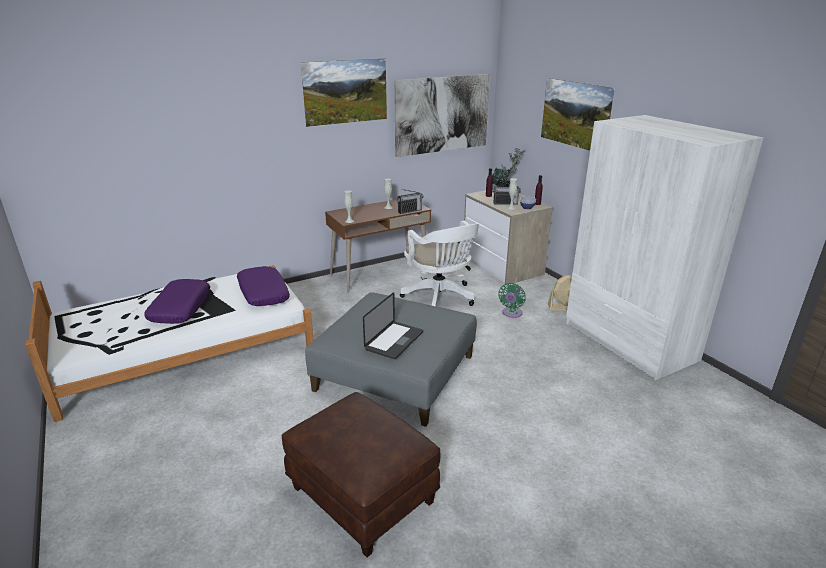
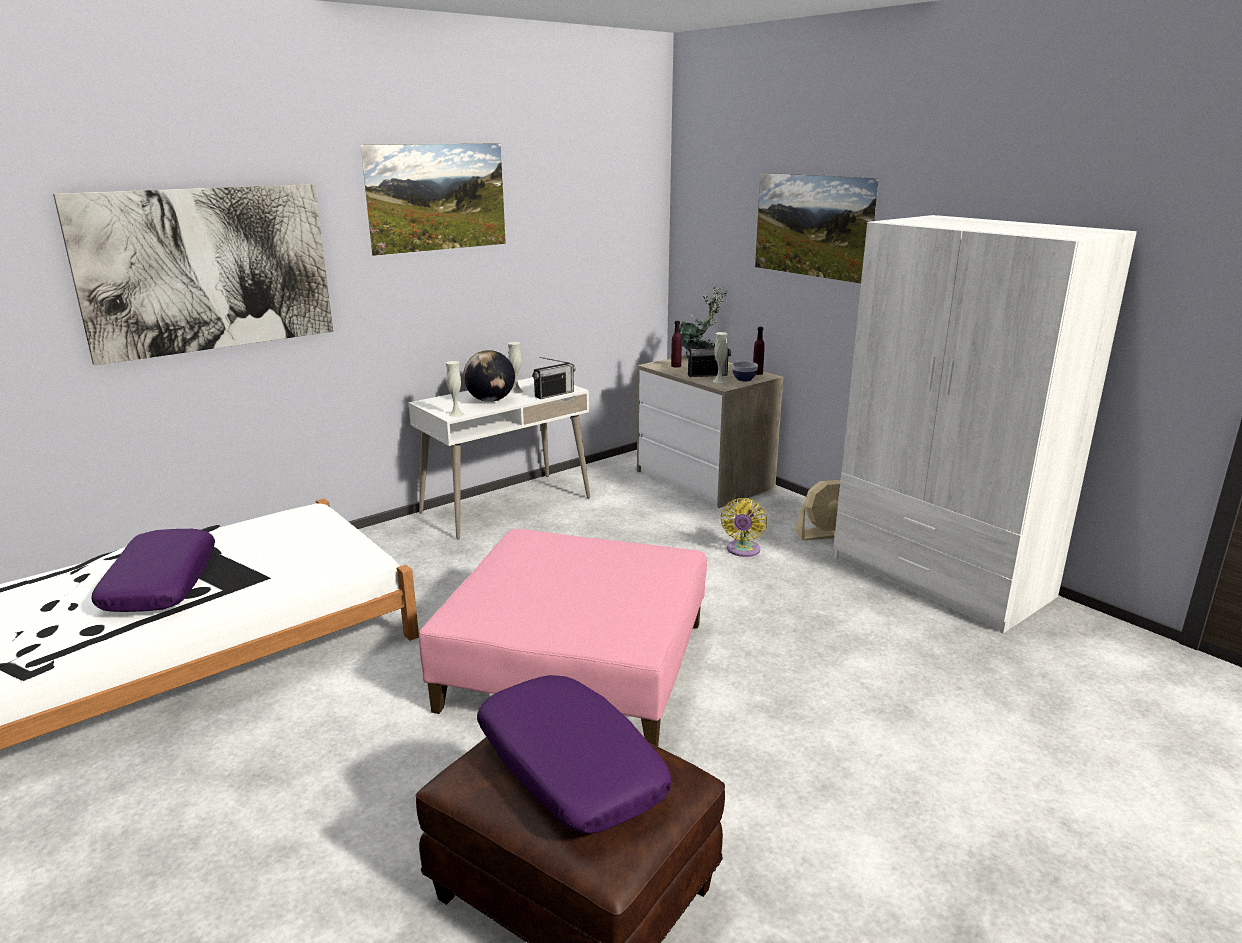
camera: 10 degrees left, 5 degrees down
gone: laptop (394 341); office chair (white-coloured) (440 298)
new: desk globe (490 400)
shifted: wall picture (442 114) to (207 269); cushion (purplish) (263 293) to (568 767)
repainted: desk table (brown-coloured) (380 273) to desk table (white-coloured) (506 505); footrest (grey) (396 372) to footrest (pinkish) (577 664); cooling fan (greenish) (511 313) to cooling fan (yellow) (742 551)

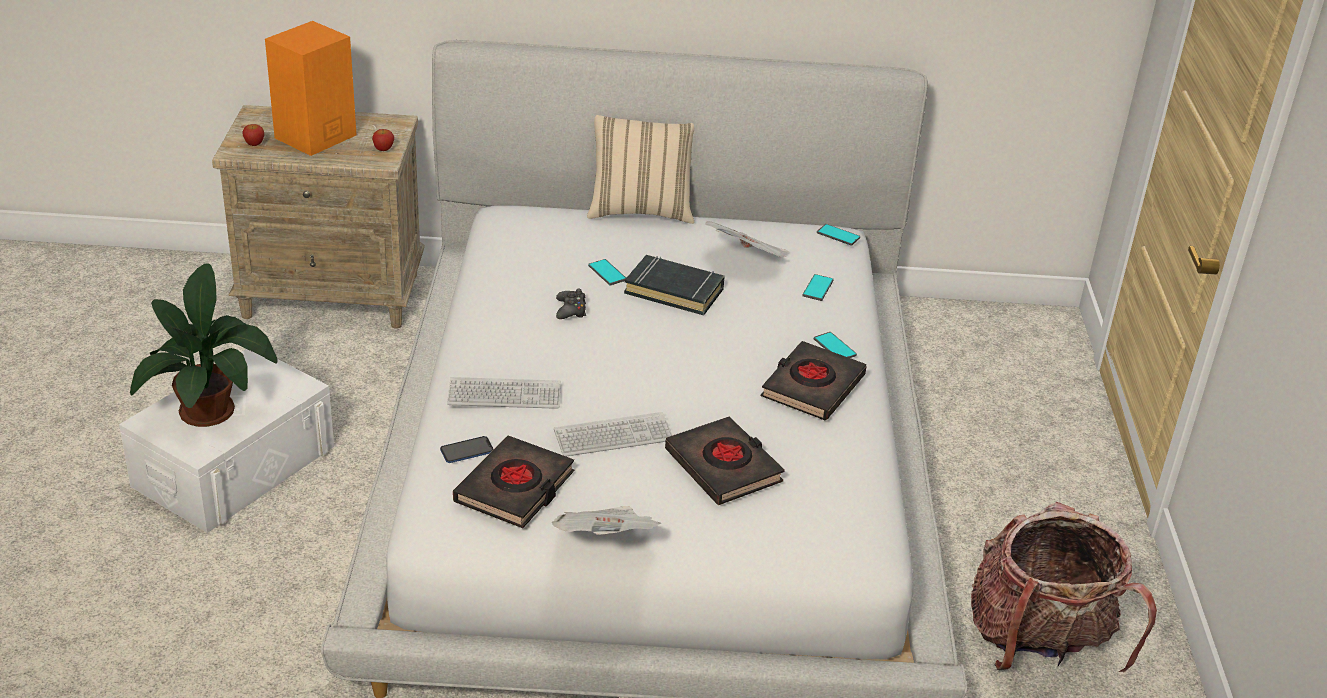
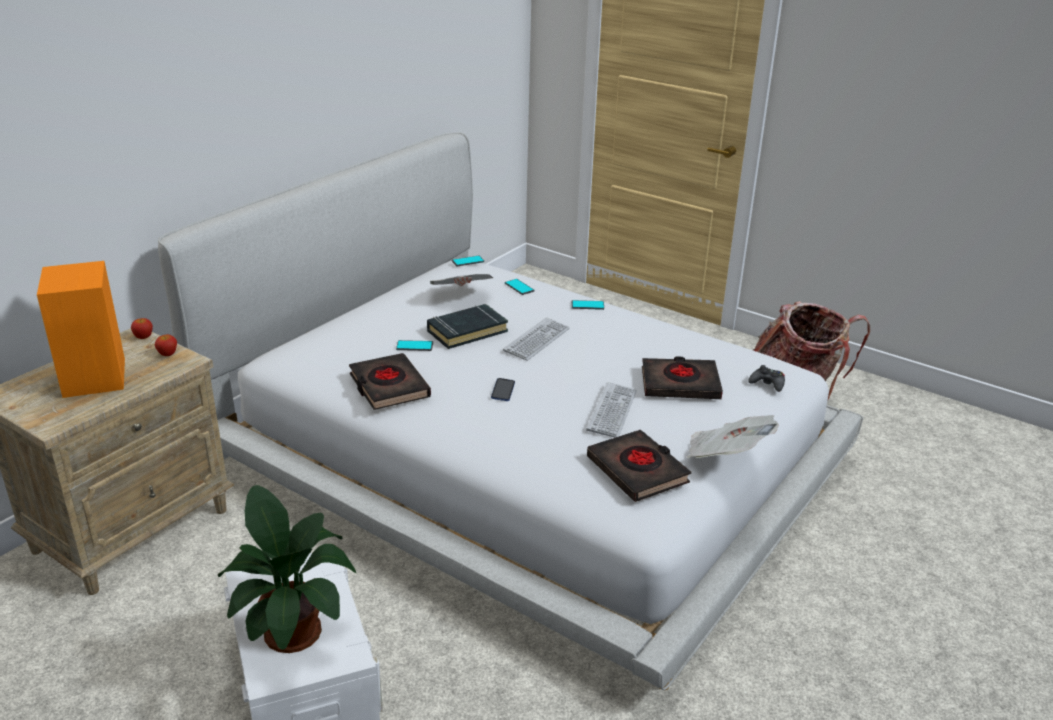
camera: 55 degrees left, 5 degrees down
gone: cushion (beige-coloured) (640 211)
shifted: apple (254 144) to (143 337); bound book (blackish) (812 387) to (389 386); phone (467 451) to (503 390); PC keyboard (504 395) to (536 340); joypad (blackish) (571 310) to (767 383)

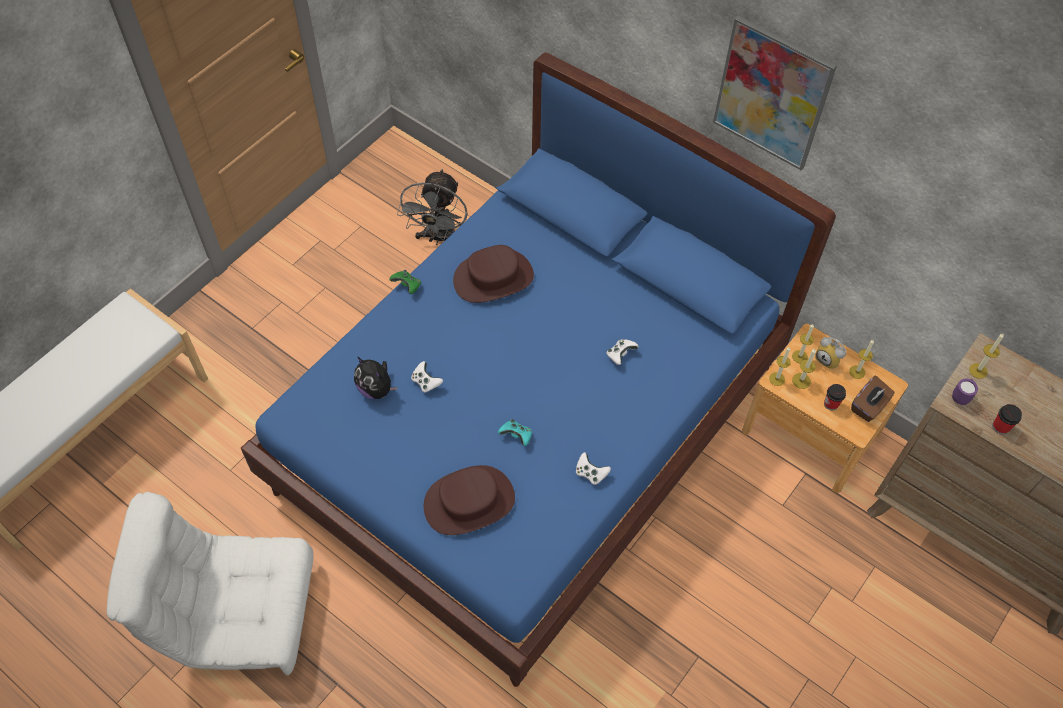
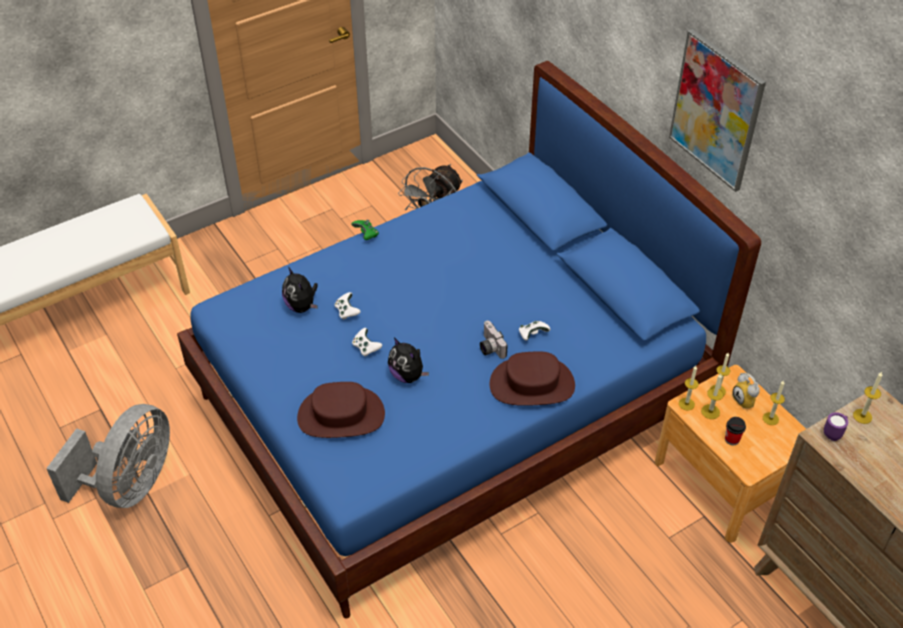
camera: 20 degrees right, 10 degrees down
gone: box of tissues (brown-coloured) (868 406); cup (1000 427)
new: still camera (489 347)
shifted: joypad (white-coloured) (590 473) to (366 348); clothing hat (brown-coloured) (493 278) to (532 385)
swapped: easy chair (white-coloured) (238 615) to cooling fan (grey) (130 484); joypad (turquoise) (516 436) to soft toy (408 375)

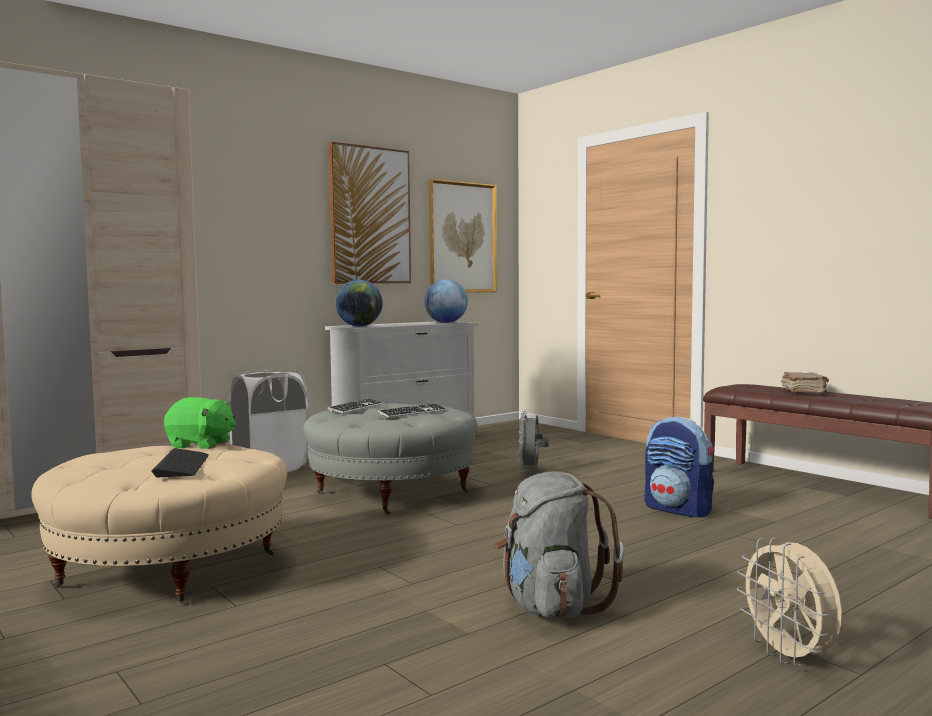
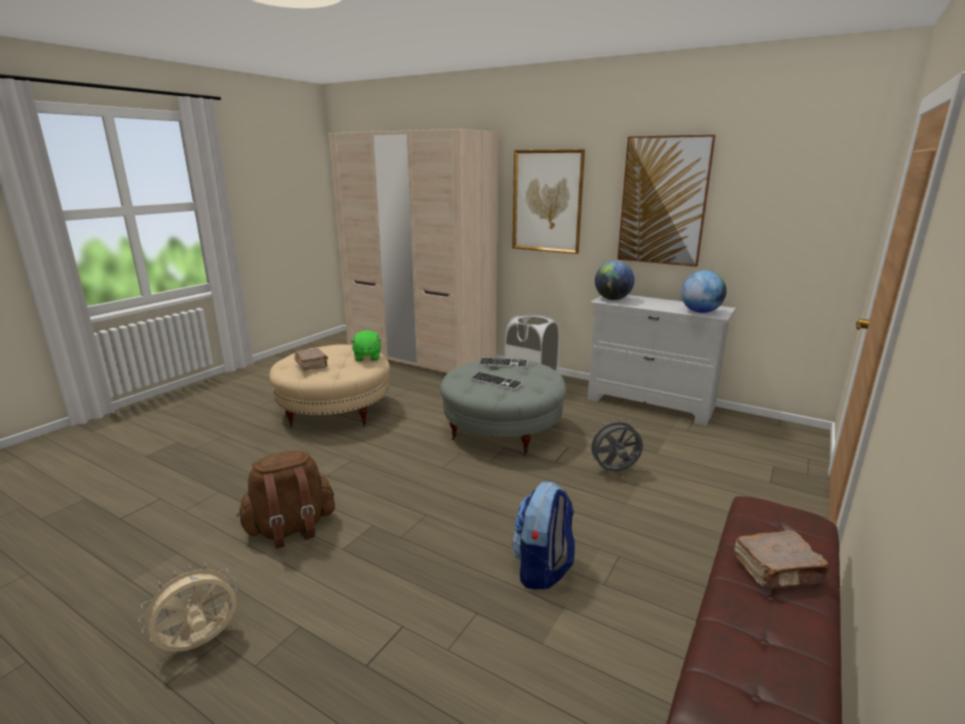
camera: 70 degrees right, 15 degrees up
shifted: wall picture (462 237) to (547 201)
swapped: PC keyboard (182 465) to bound book (brown-coloured) (312 365)
repainted: knapsack (grey) (551 607) to knapsack (brown-coloured) (291 529)

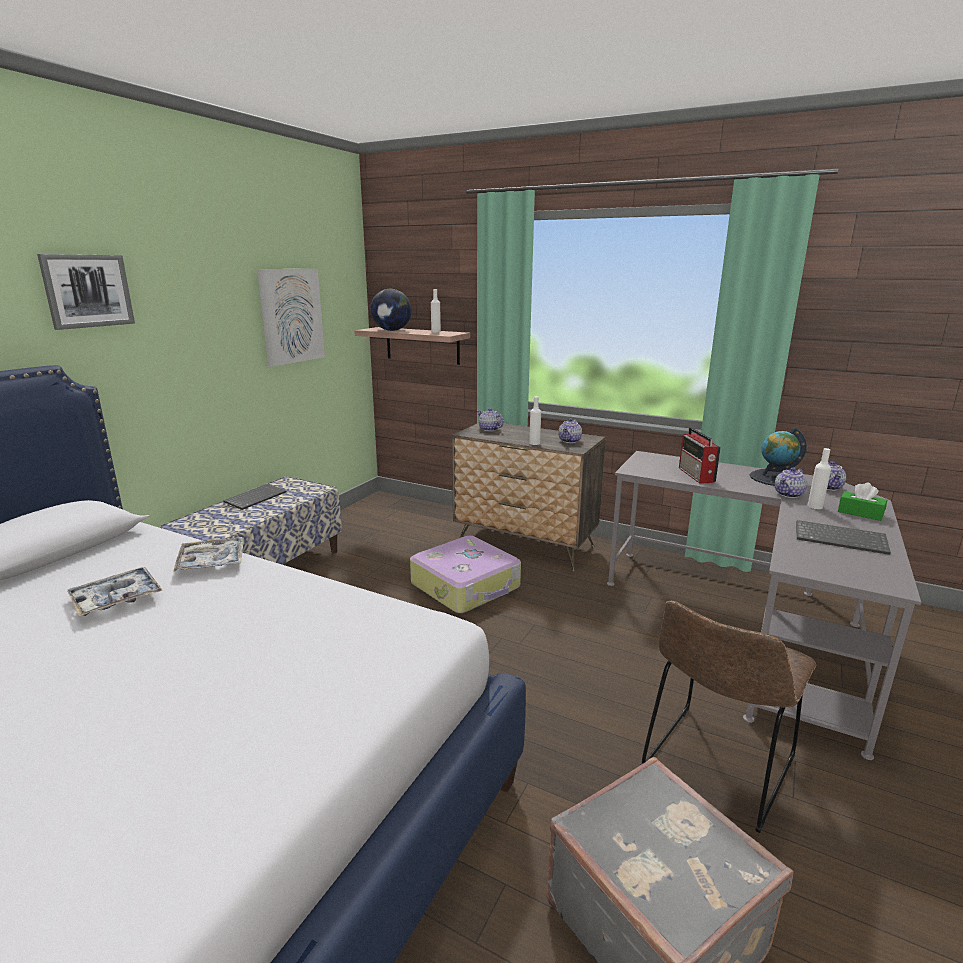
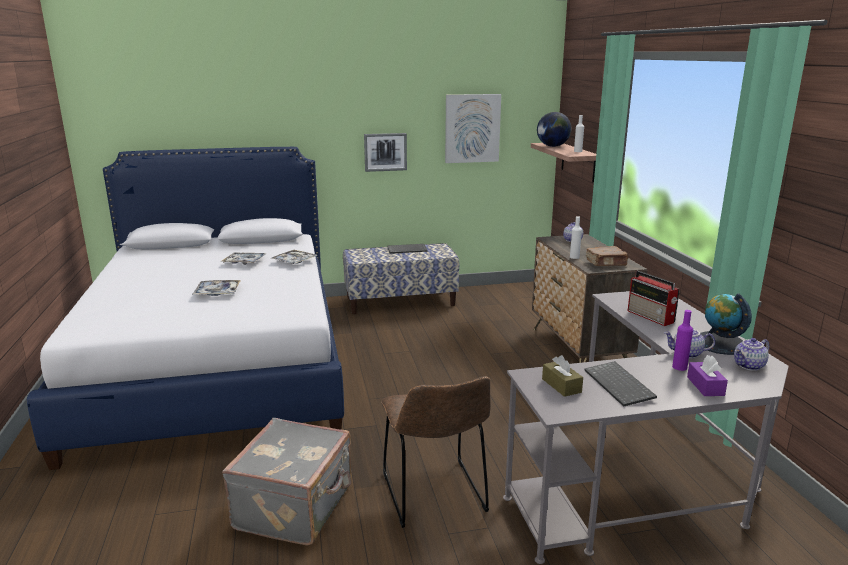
camera: 50 degrees right, 0 degrees up
gone: suitcase (466 586)
new: carrying tray (217 292); box of tissues (brown-coloured) (561 385)
shifted: wall picture (87 291) to (385 152)
swapped: tea pot (570 441) to bound book (brown-coloured) (606 263)
repainted: bottle (white-coloured) (815 506) to bottle (purplish) (679 367); box of tissues (greenish) (860 513) to box of tissues (purplish) (705 386)
rotated: upright chair (brown-coloured) (714 769) = (435 496) 105 degrees counterclockwise; radio (696 475) = (651 317) 75 degrees counterclockwise

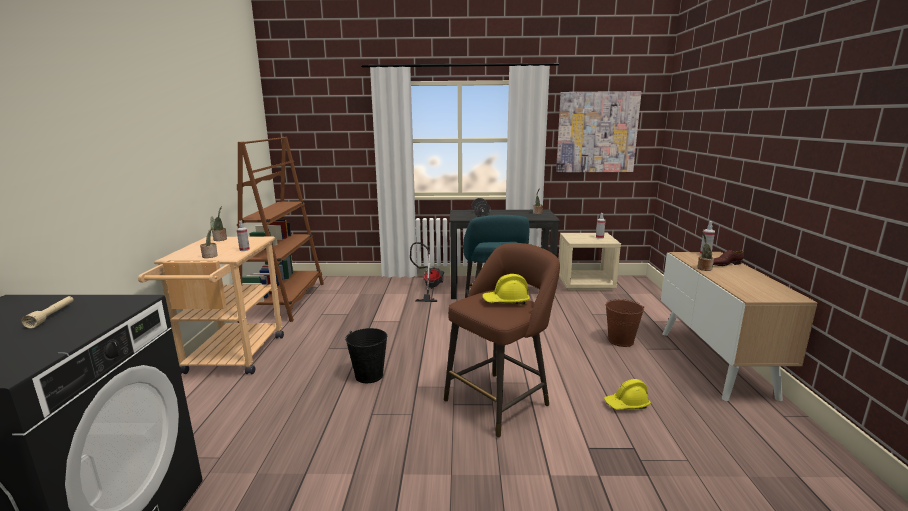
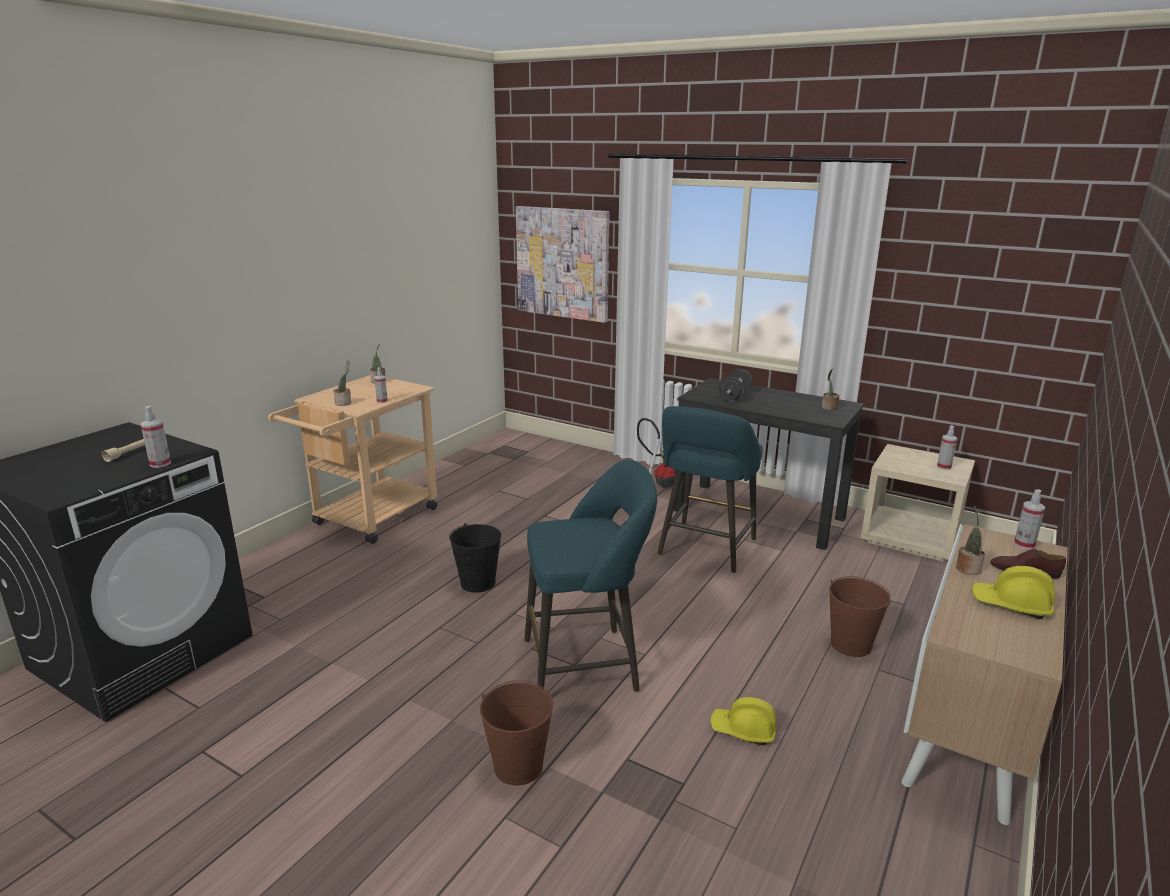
camera: 30 degrees right, 5 degrees up
gone: bookcase (brown-coloured) (285 301)
new: spray bottle (160 464); water bucket (brown-coloured) (518 766)
shifted: wall picture (596 132) to (563 263); work helmet (yellow) (506 301) to (1011 605)
repainted: sitting stool (brown-coloured) (500 401) to sitting stool (turquoise) (587 664)

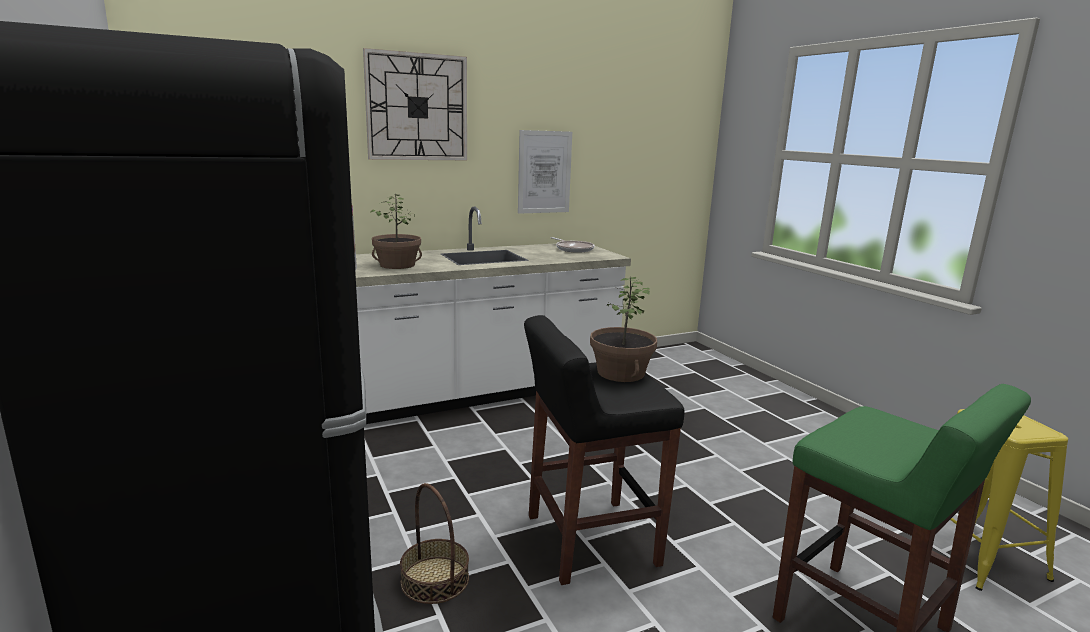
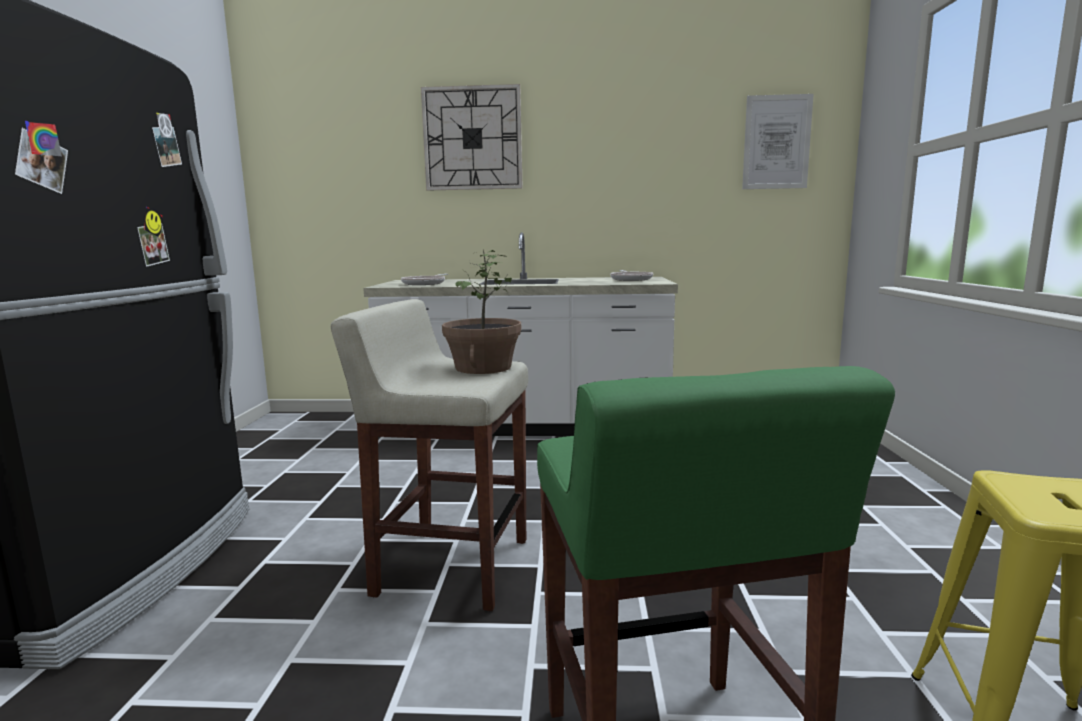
camera: 30 degrees right, 5 degrees down
gone: storage basket (434 580)
shifted: wall picture (544 172) to (776 142)
swapped: plant in a pot (397 265) to skillet (425 283)
repainted: sitting stool (blackish) (589 540) to sitting stool (beige-coloured) (450 566)

